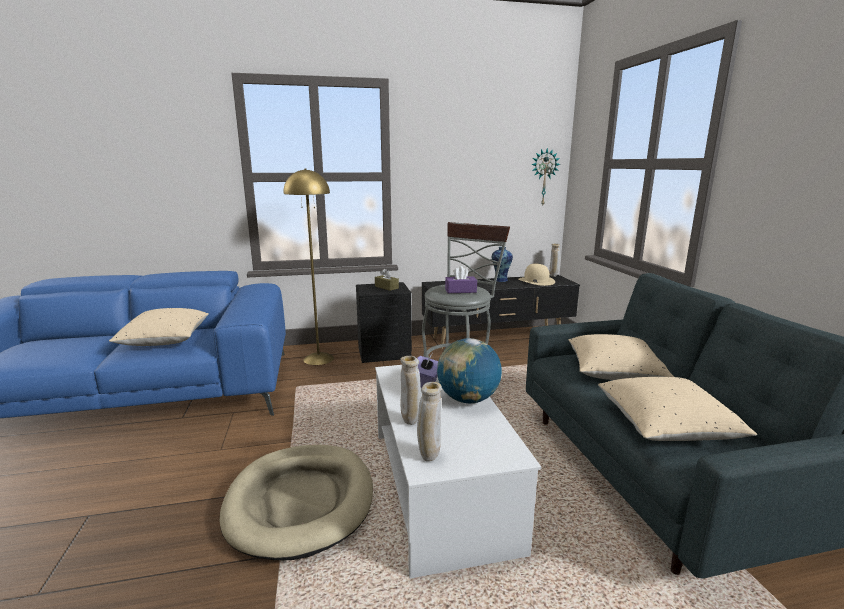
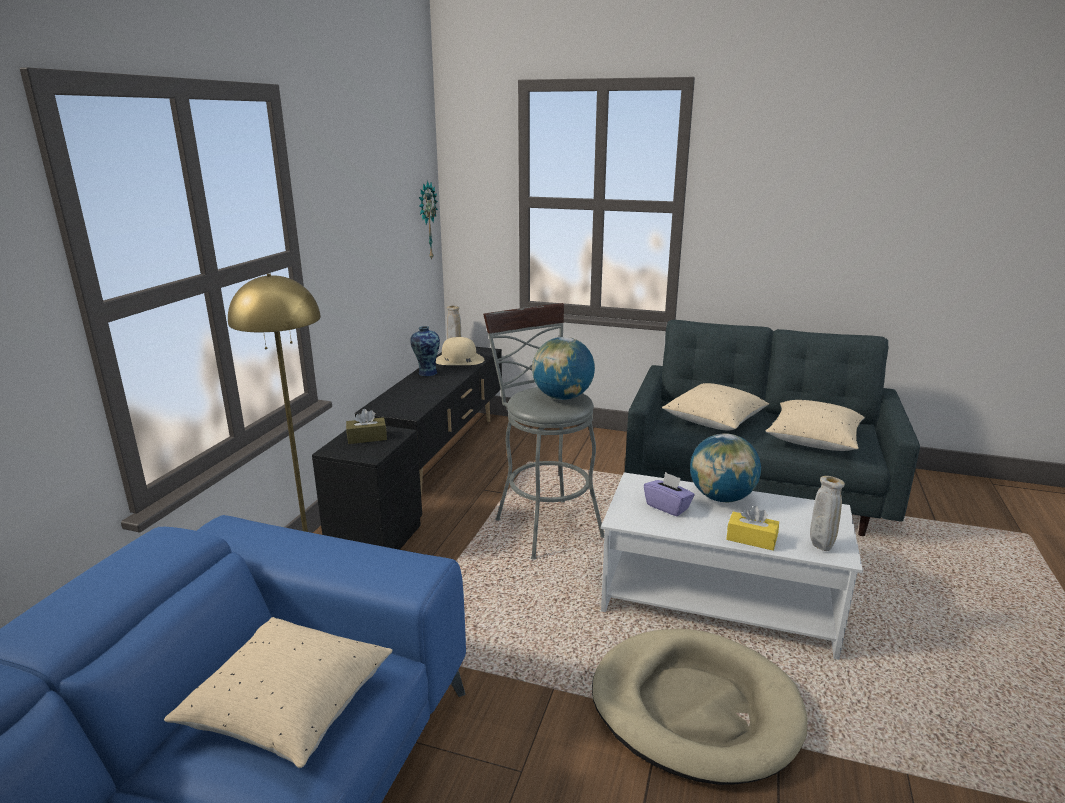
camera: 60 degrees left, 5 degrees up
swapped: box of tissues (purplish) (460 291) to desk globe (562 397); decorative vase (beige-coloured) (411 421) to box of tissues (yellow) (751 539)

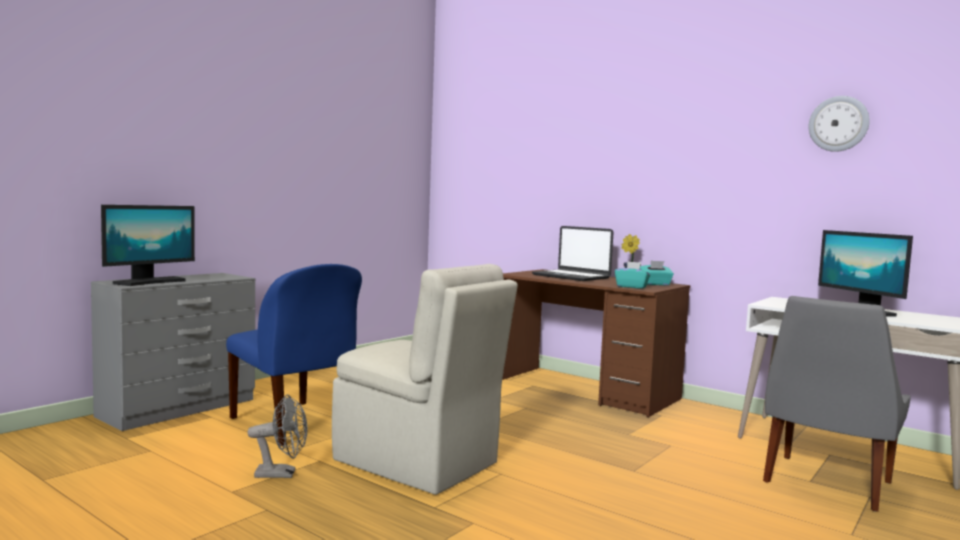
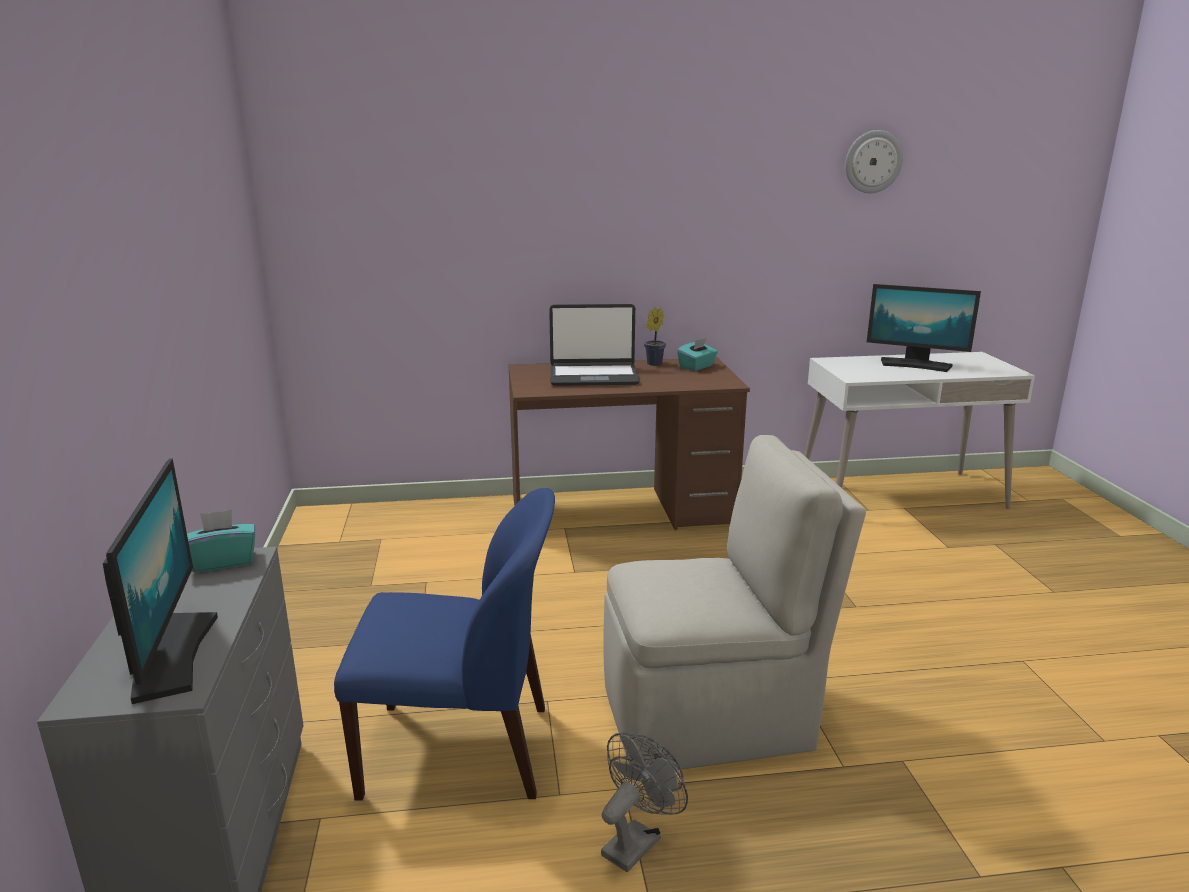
camera: 45 degrees left, 15 degrees up
gone: upright chair (grey) (825 484)
shifted: box of tissues (turquoise) (631 287) to (223 561)

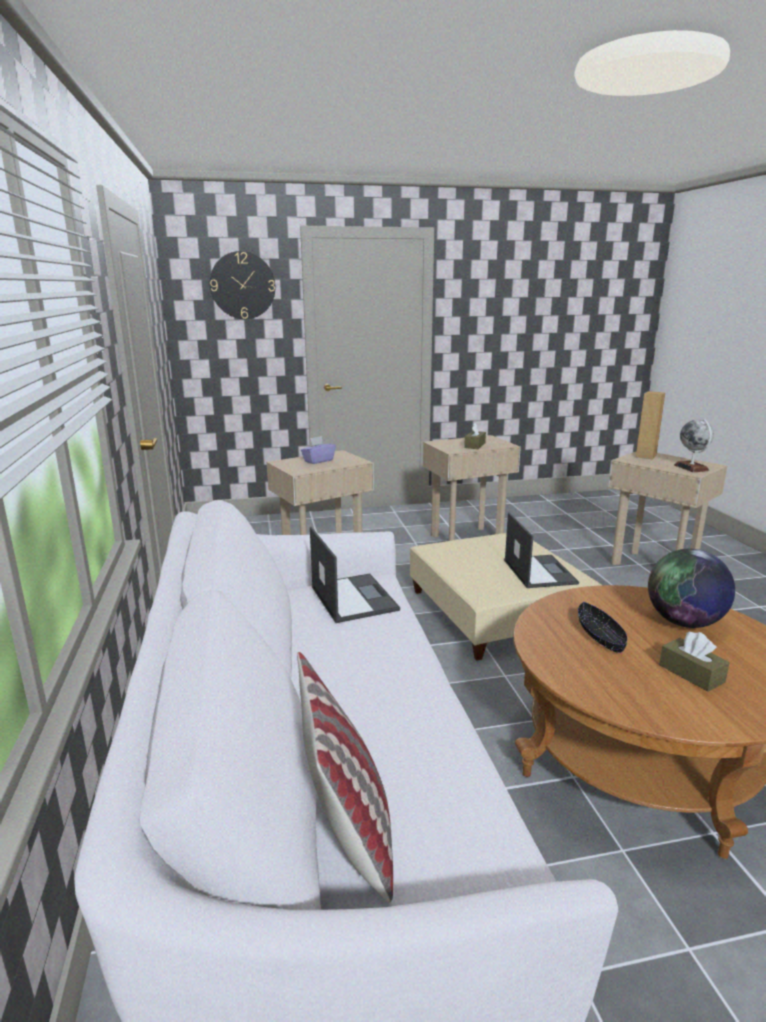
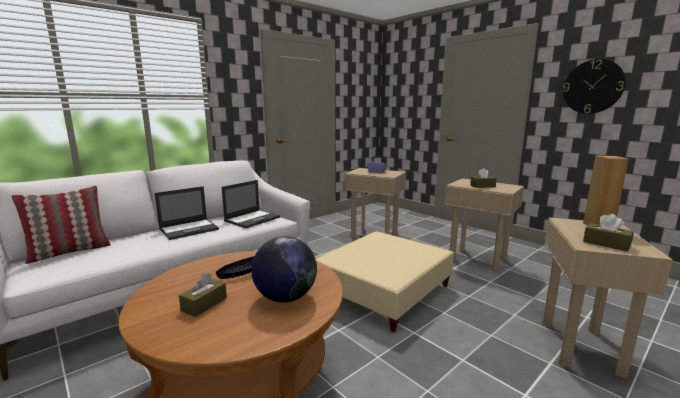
camera: 60 degrees right, 5 degrees down
shifted: laptop (539 571) to (189 229); clock on the wall (242 285) to (593 86)
swapped: desk globe (691 468) to box of tissues (brown-coloured) (606 244)

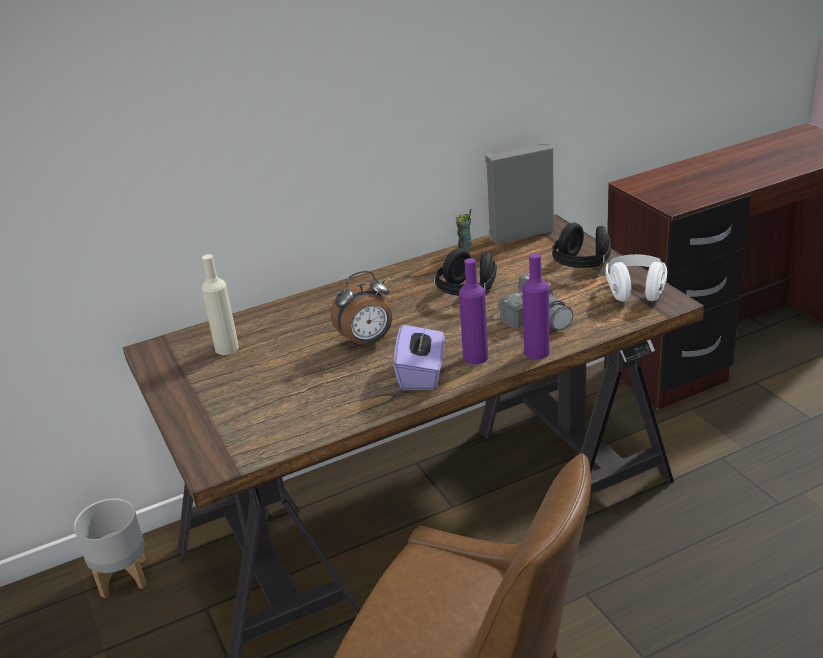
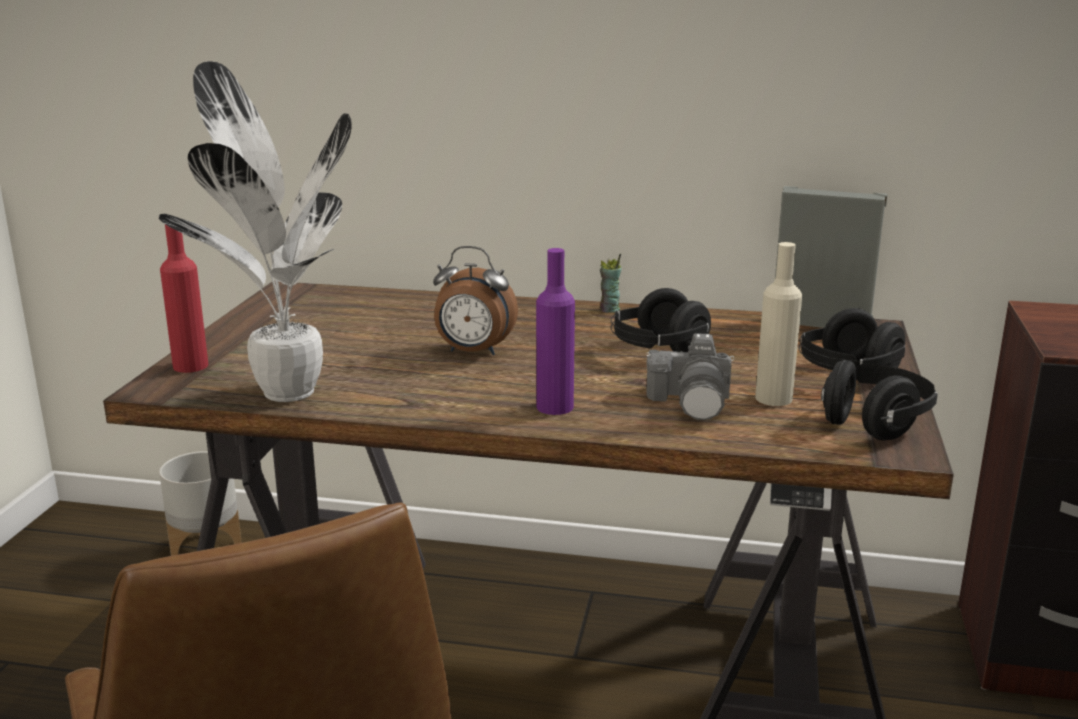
camera: 35 degrees right, 10 degrees down
gone: box of tissues (purplish) (422 375); bottle (purplish) (536 352)
new: plant in a pot (286 390); bottle (red) (190 366)
shifted: cup (465 247) to (609 309); bottle (beige-coloured) (227 348) to (773 398)
repainted: headset (white-coloured) (635 291) to headset (blackish) (874 423)

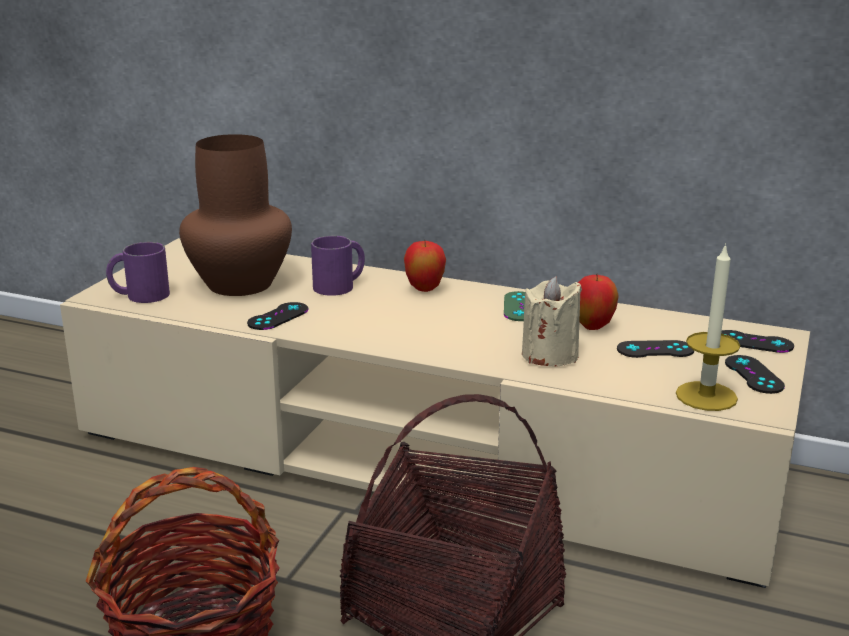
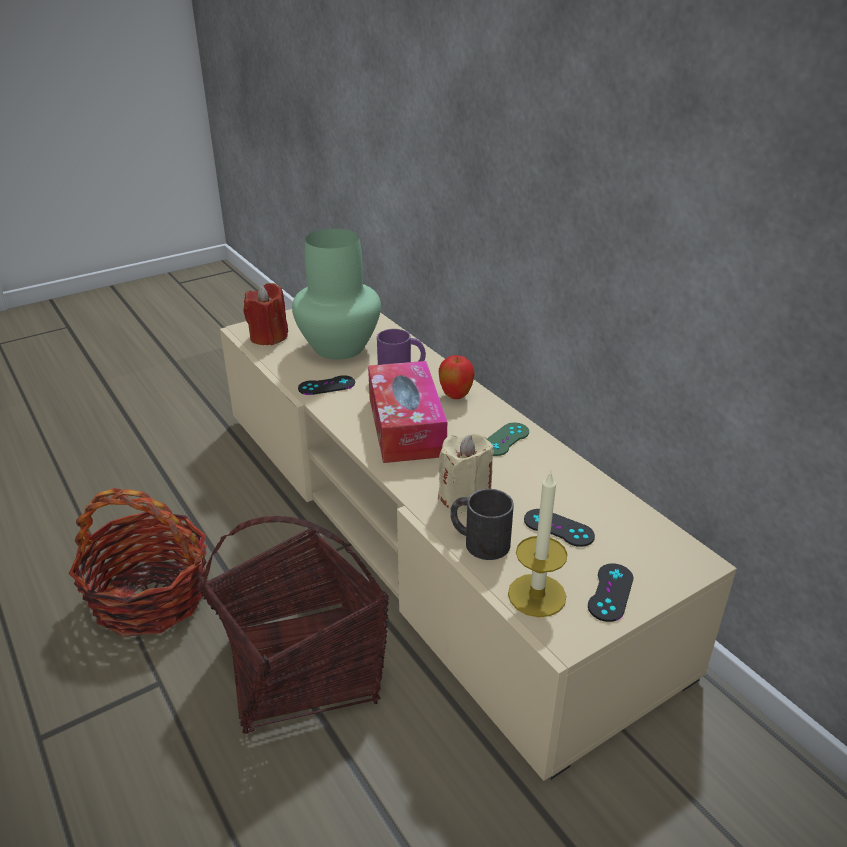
camera: 35 degrees right, 10 degrees up
gone: apple (593 327); joypad (blackish) (754 342)
new: box of tissues (406 426); mug (blackish) (478 541)
swapped: mug (purplish) (139 295) to candle (red) (268 337)
repainted: decorative vase (brown-coloured) (238 283) to decorative vase (greenish) (338 346)

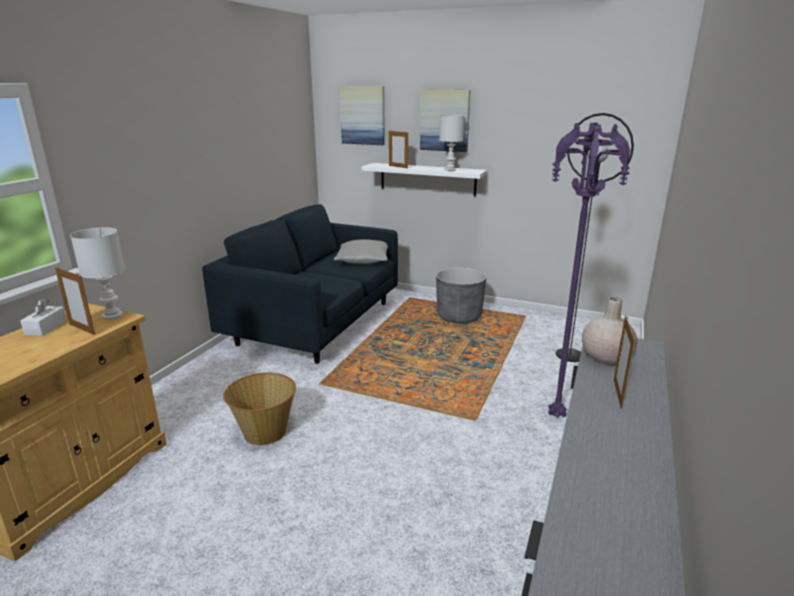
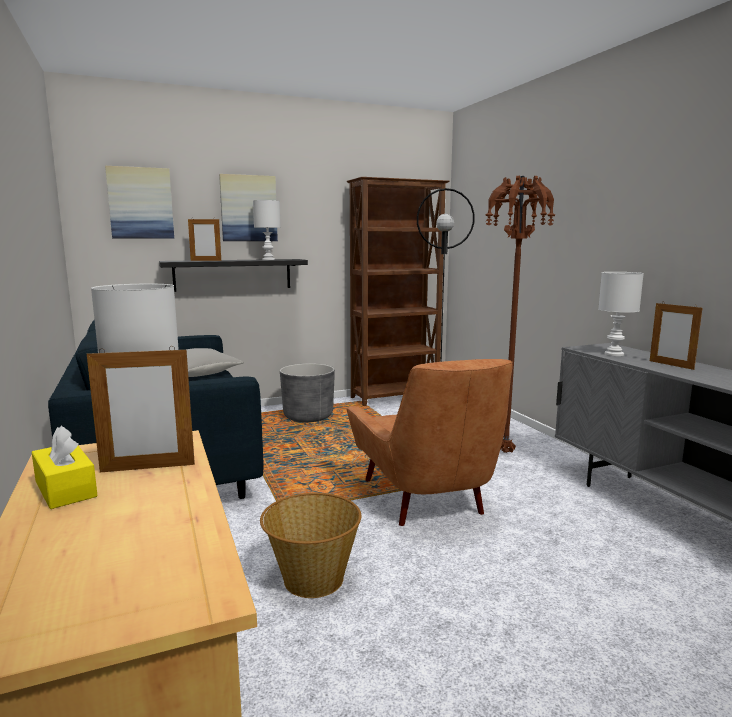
camera: 45 degrees left, 10 degrees down
new: bookcase (brown-coloured) (396 397); easy chair (brown-coloured) (428 502)
swapped: decorative vase (beige-coloured) (605 357) to tabletop lamp (white-coloured) (613 354)
repainted: box of tissues (white-coloured) (46 327) to box of tissues (yellow) (65 489); shelf (white-coloured) (427 179) to shelf (blackish) (233 274); standing lamp (purplish) (556 417) to standing lamp (brown-coloured) (507 453)

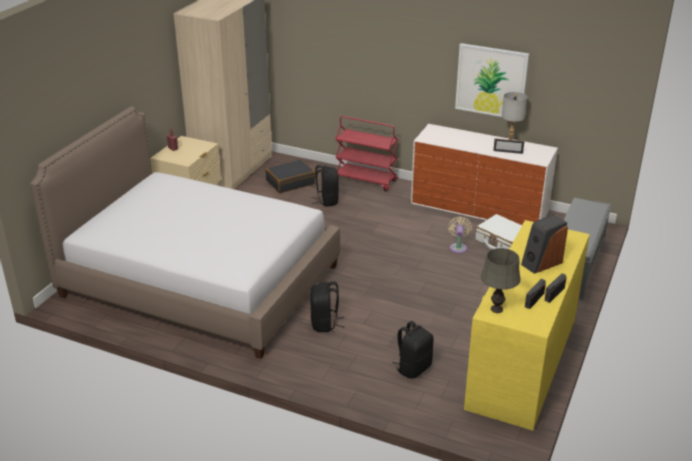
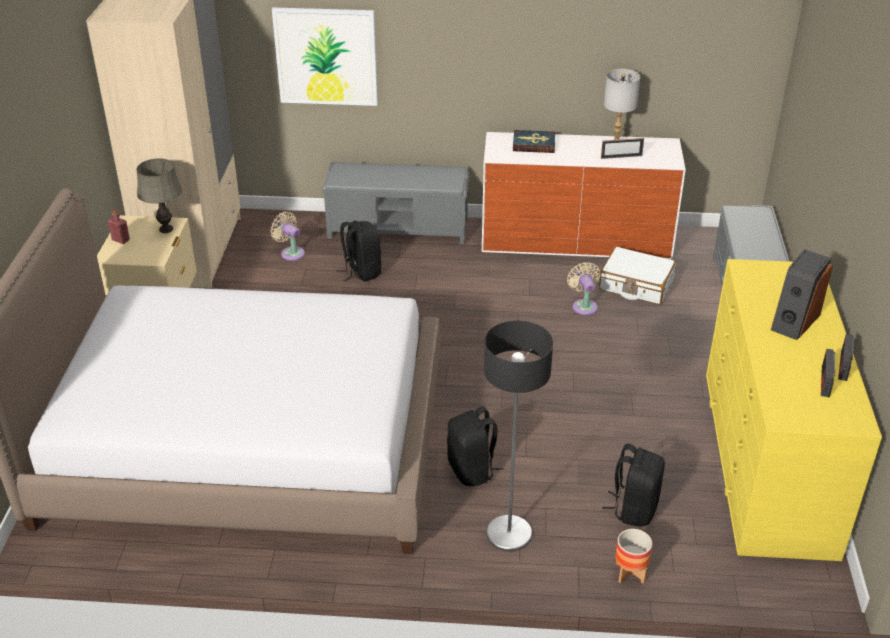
camera: 20 degrees left, 5 degrees up
new: standing lamp (509 534); bound book (533 144); planter (630 573)
shifted: tabletop lamp (grey) (496 309) to (166 229); wall picture (491 81) to (326 56)
swapped: suitcase (blackish) (290 182) to cooling fan (beige-coloured) (291 253); trolley (red) (366 180) to indoor bench (grey) (399 228)

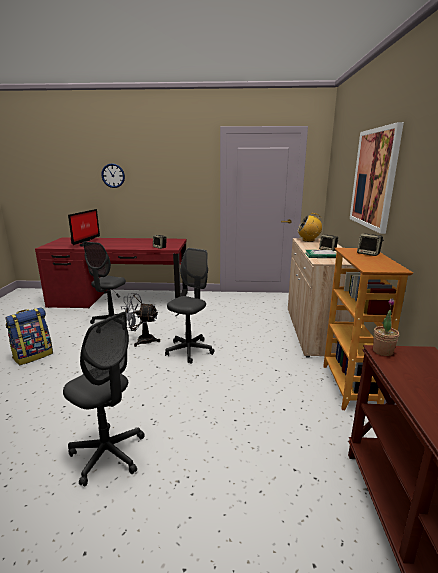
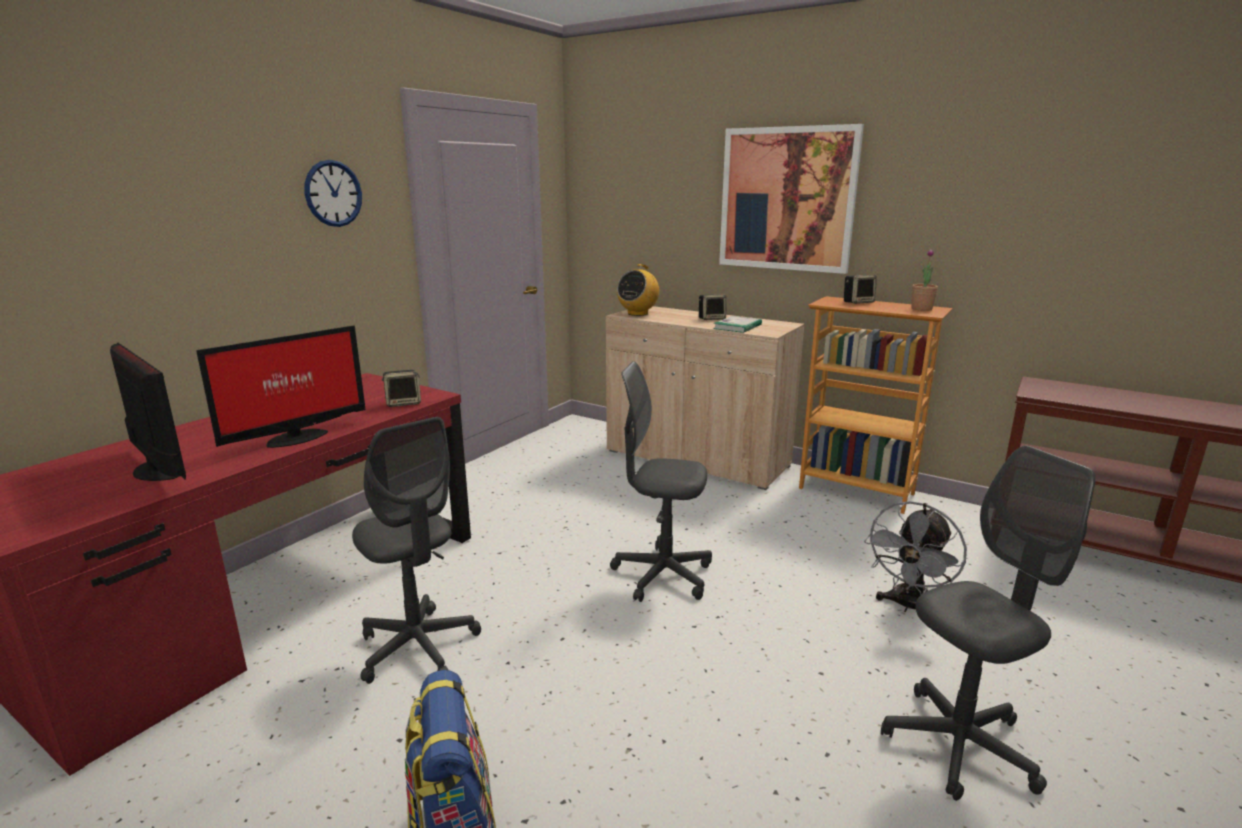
camera: 60 degrees left, 0 degrees up
new: computer display (294 438)
shifted: clock on the wall (113 175) to (333 193); cooling fan (grey) (141 340) to (908 606); plant in a pot (382 351) to (921 309)
rotated: office chair (grey) (189 351) = (662 575) 45 degrees counterclockwise

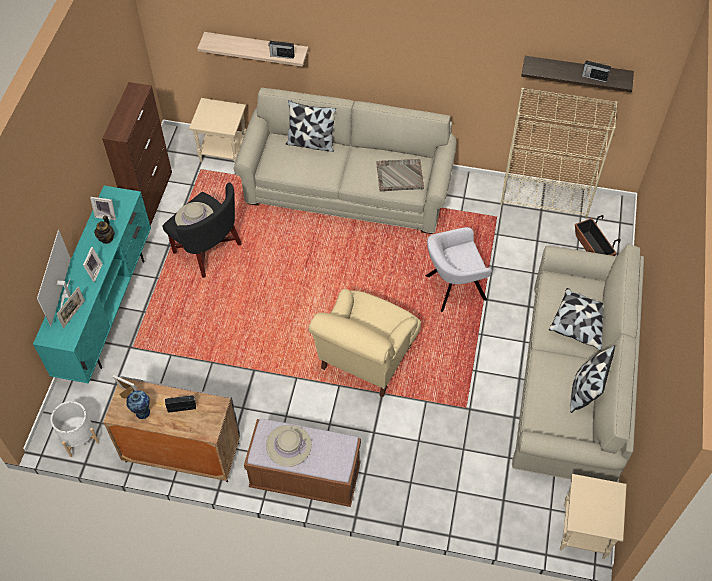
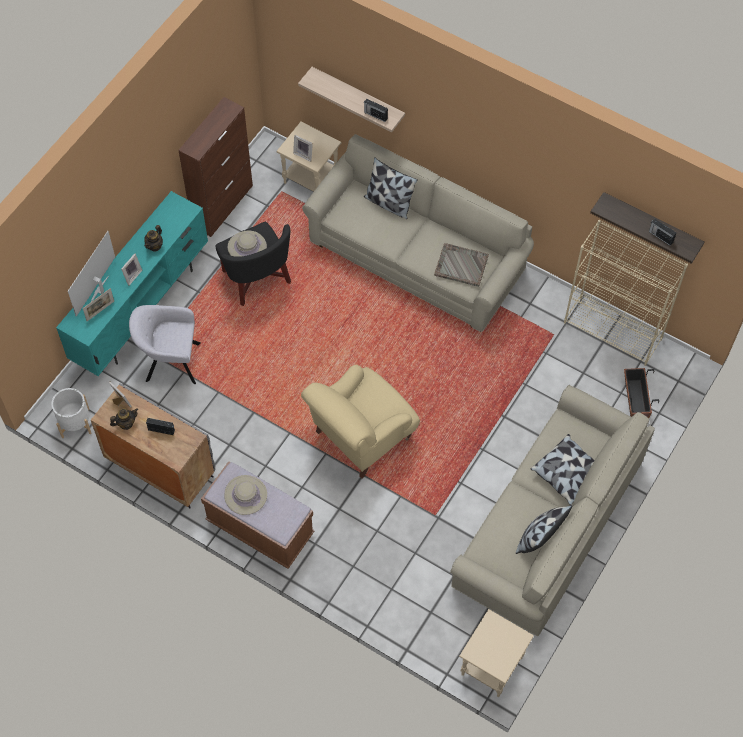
camera: 20 degrees right, 5 degrees up
shifted: easy chair (grey) (453 288) to (170 361); standing frame (106 215) to (304 154)
swapped: decorative vase (142 413) to tea pot (126 423)

